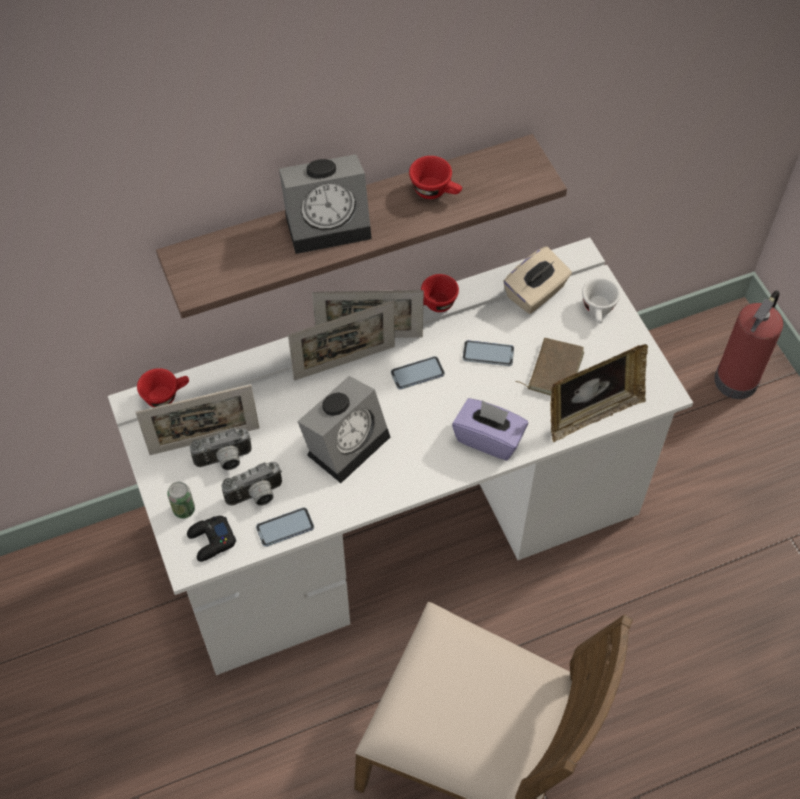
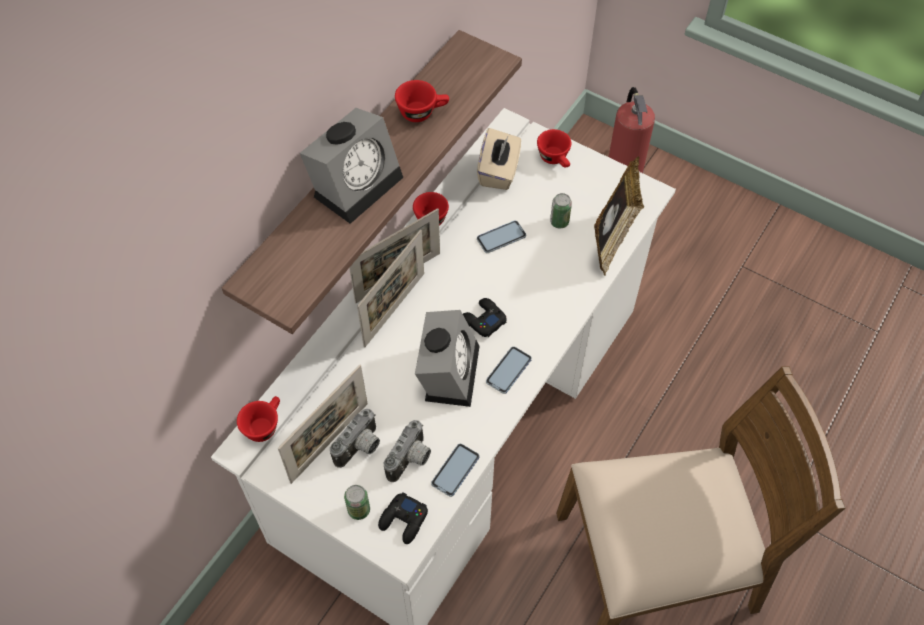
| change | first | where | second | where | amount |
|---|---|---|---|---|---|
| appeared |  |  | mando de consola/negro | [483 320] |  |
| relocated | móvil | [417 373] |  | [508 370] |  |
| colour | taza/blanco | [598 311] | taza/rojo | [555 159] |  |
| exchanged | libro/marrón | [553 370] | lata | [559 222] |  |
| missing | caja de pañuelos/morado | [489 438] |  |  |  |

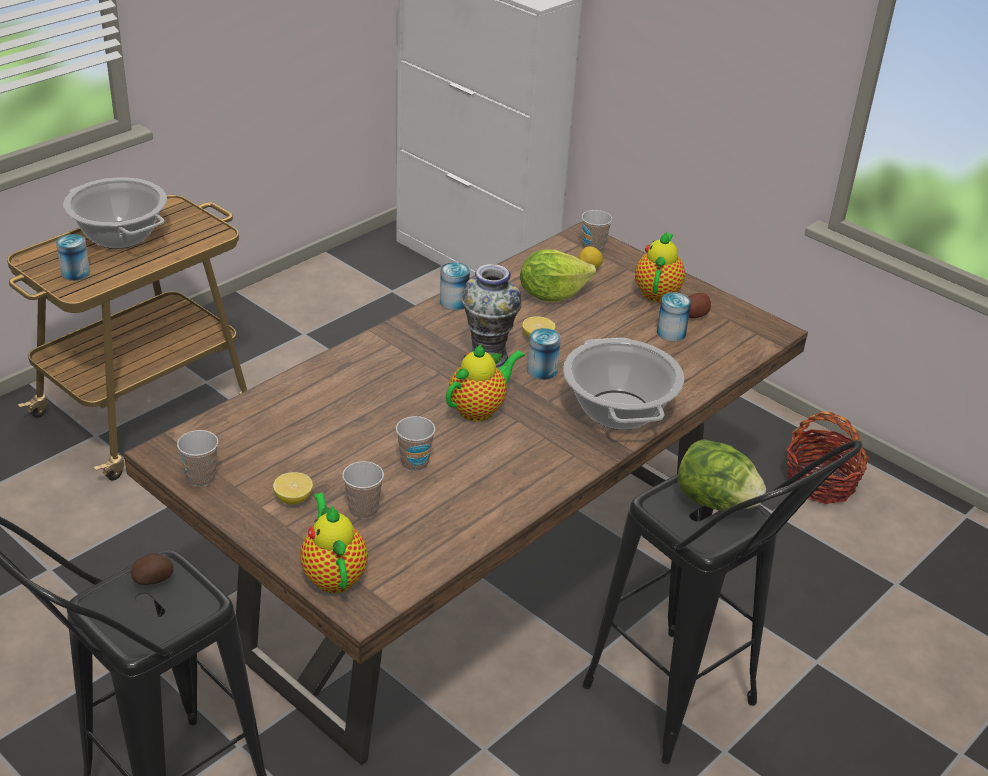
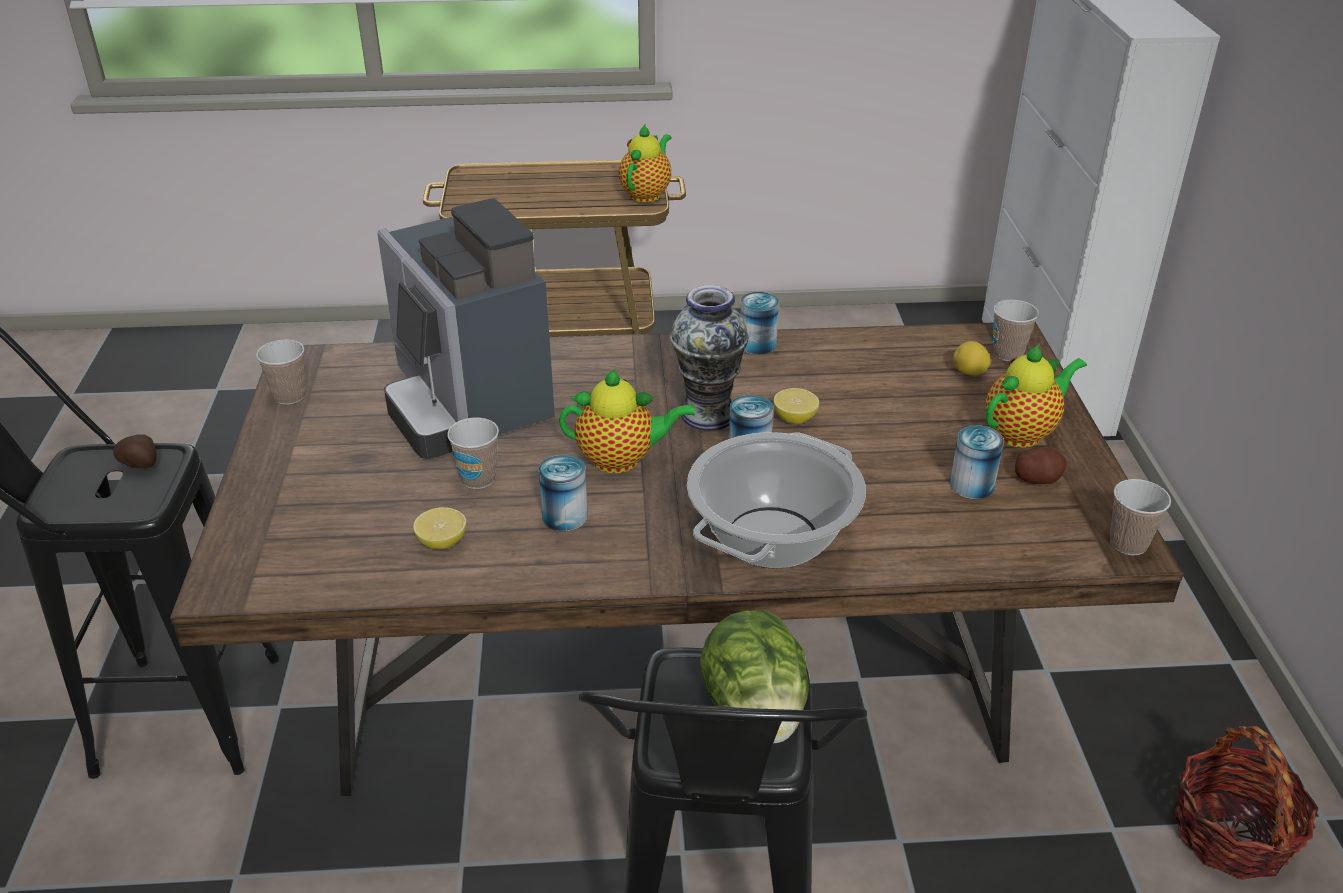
| change | first | where | second | where | amount |
|---|---|---|---|---|---|
| appeared |  |  | cafetera | [466 403] |  |
| relocated | limón | [293 499] |  | [442 542] |  |
| relocated | lata | [75 273] |  | [565 516] |  |
| relocated | tetera | [333 575] |  | [647 194] |  |
| relocated | taza | [363 510] |  | [1128 544] |  |
| missing | olla | [119 235] |  |  |  |
| missing | lechuga | [551 294] |  |  |  |

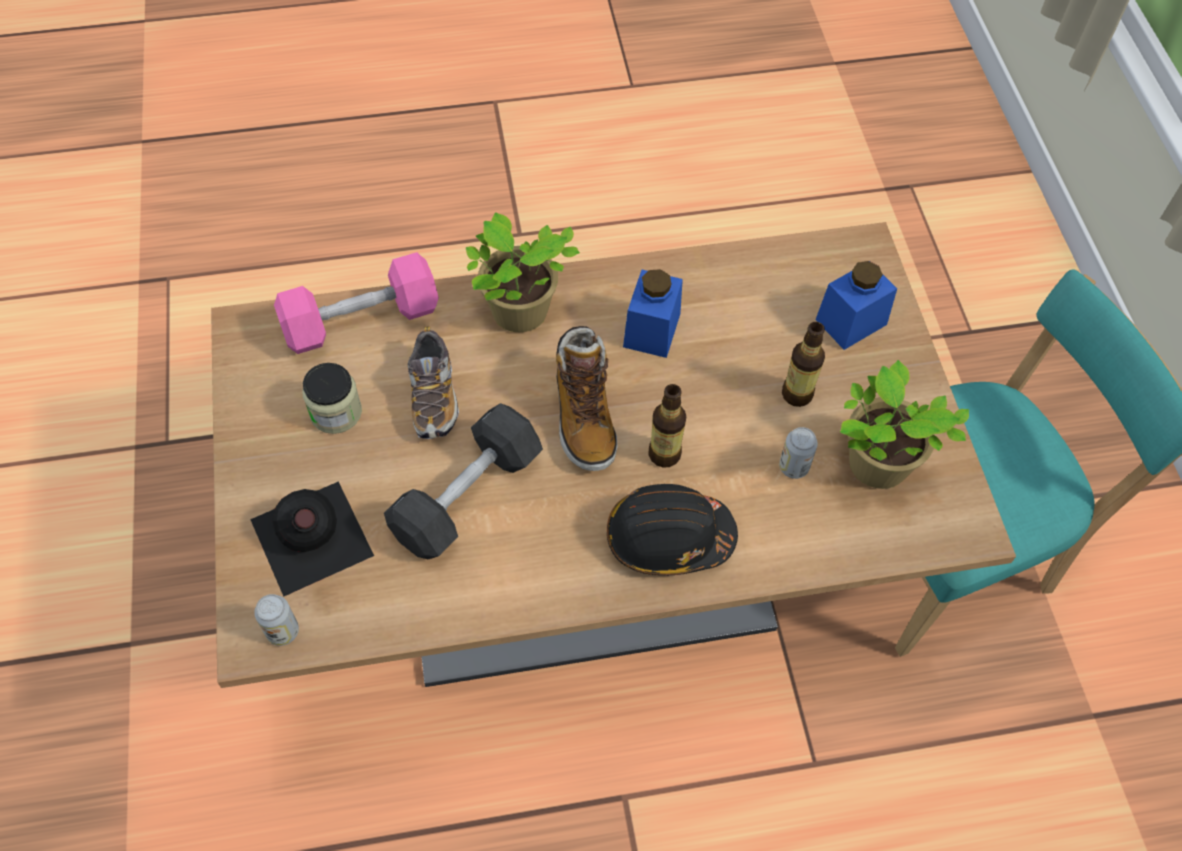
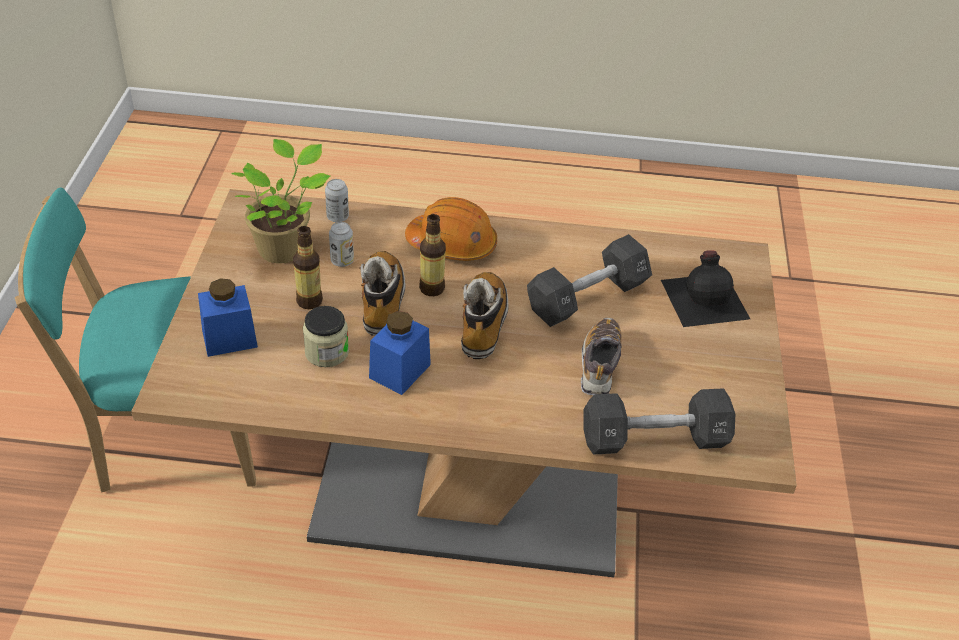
| change | first | where | second | where | amount |
|---|---|---|---|---|---|
| relocated | tarro | [336 412] |  | [326 352] |  |
| relocated | lata | [282 631] |  | [337 217] |  |
| appeared |  |  | bota | [382 302] |  |
| colour | casco/negro | [668 538] | casco/naranja | [452 244] |  |
| colour | mancuerna/rosa | [361 320] | mancuerna/negro | [654 439] |  |
| missing | planta en maceta | [519 315] |  |  |  |

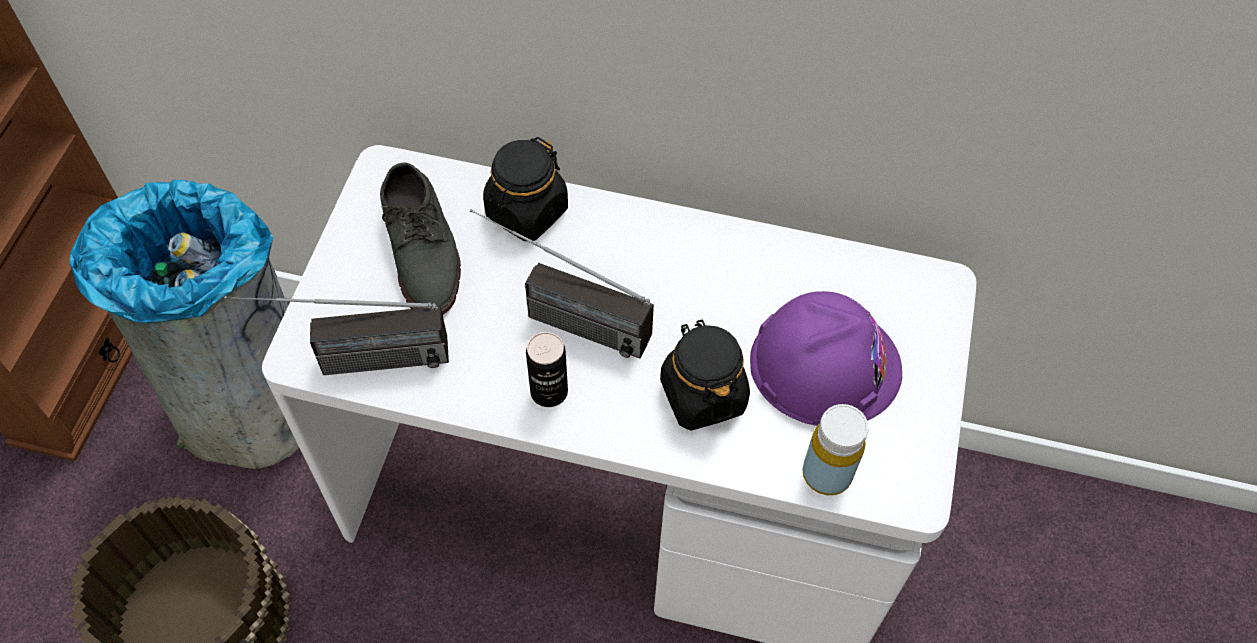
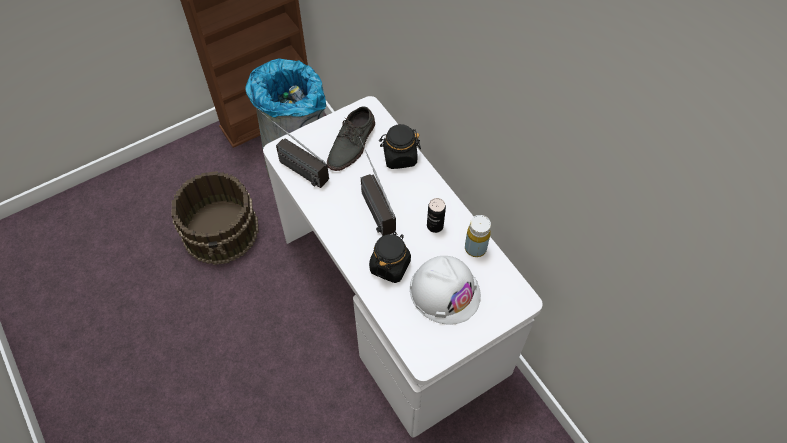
| change | first | where | second | where | amount |
|---|---|---|---|---|---|
| colour | casco/morado | [825 364] | casco/blanco | [445 291] |  |
| relocated | lata | [549 391] |  | [435 226] |  |
| relocated | botella/amarillo | [827 474] |  | [475 248] |  |

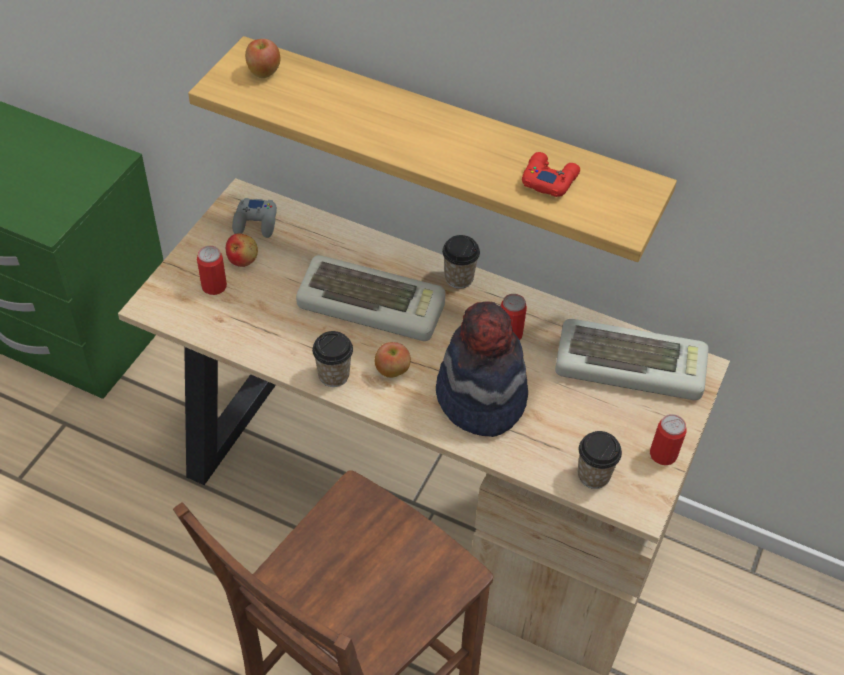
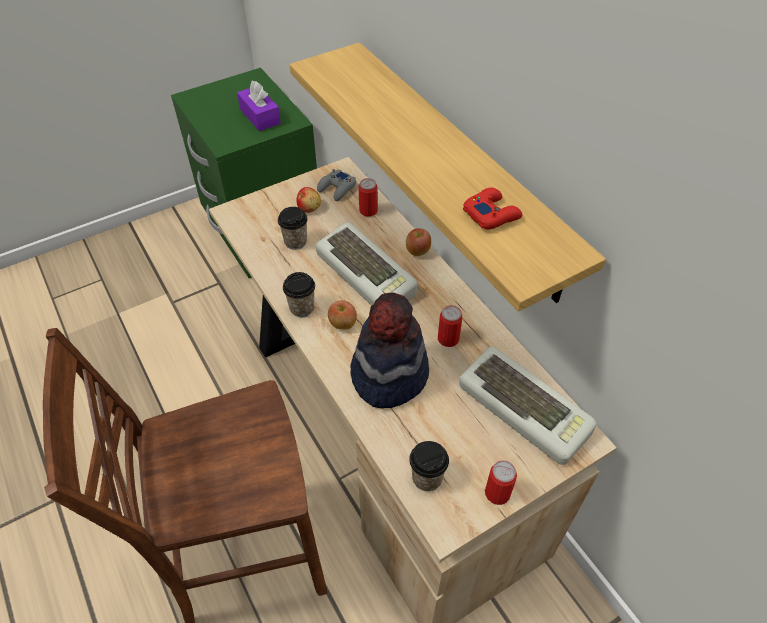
| change | first | where | second | where | amount |
|---|---|---|---|---|---|
| appeared |  |  | caja de pañuelos/morado | [260 116] |  |
| relocated | taza | [459 278] |  | [295 242] |  |
| relocated | lata | [214 286] |  | [368 211] |  |
| relocated | manzana | [263 72] |  | [417 251] |  |

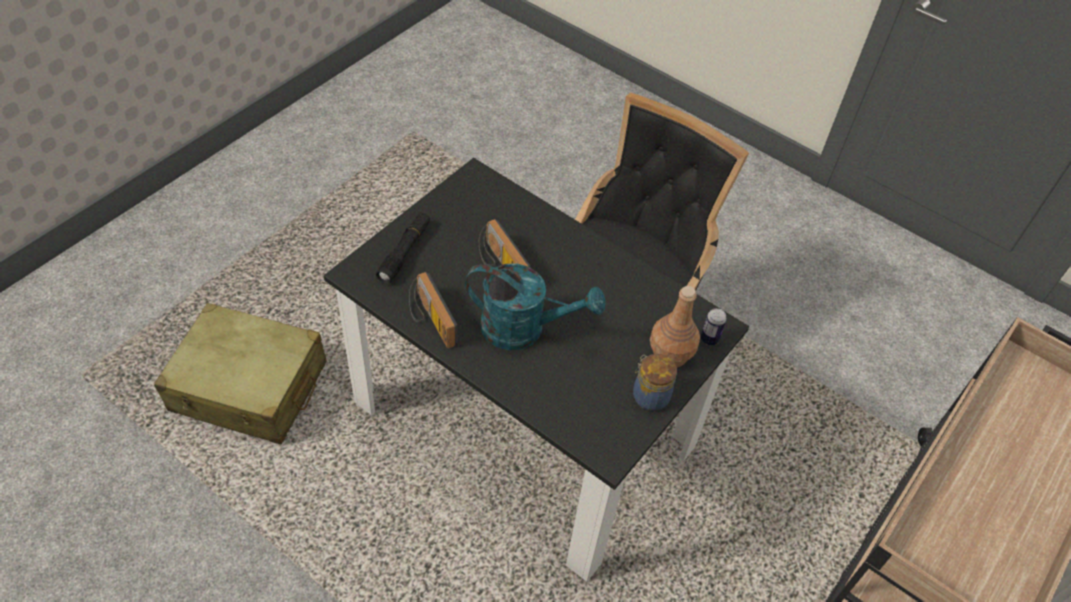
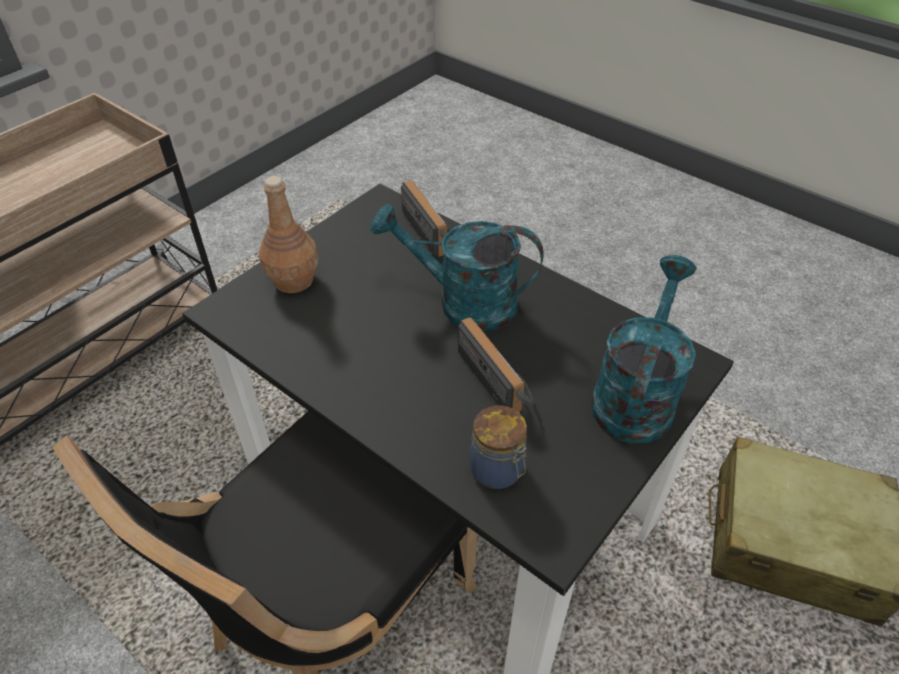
| change | first | where | second | where | amount |
|---|---|---|---|---|---|
| relocated | radio | [429 320] |  | [432 232] |  |
| relocated | tarro | [649 395] |  | [498 471] |  |
| exchanged | linterna/negro | [405 252] | regadera/turquesa | [635 394] |  |
| missing | lata | [709 339] |  |  |  |

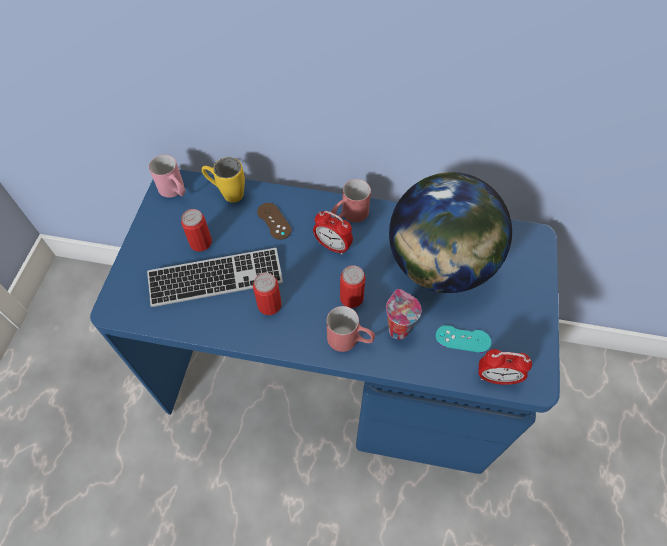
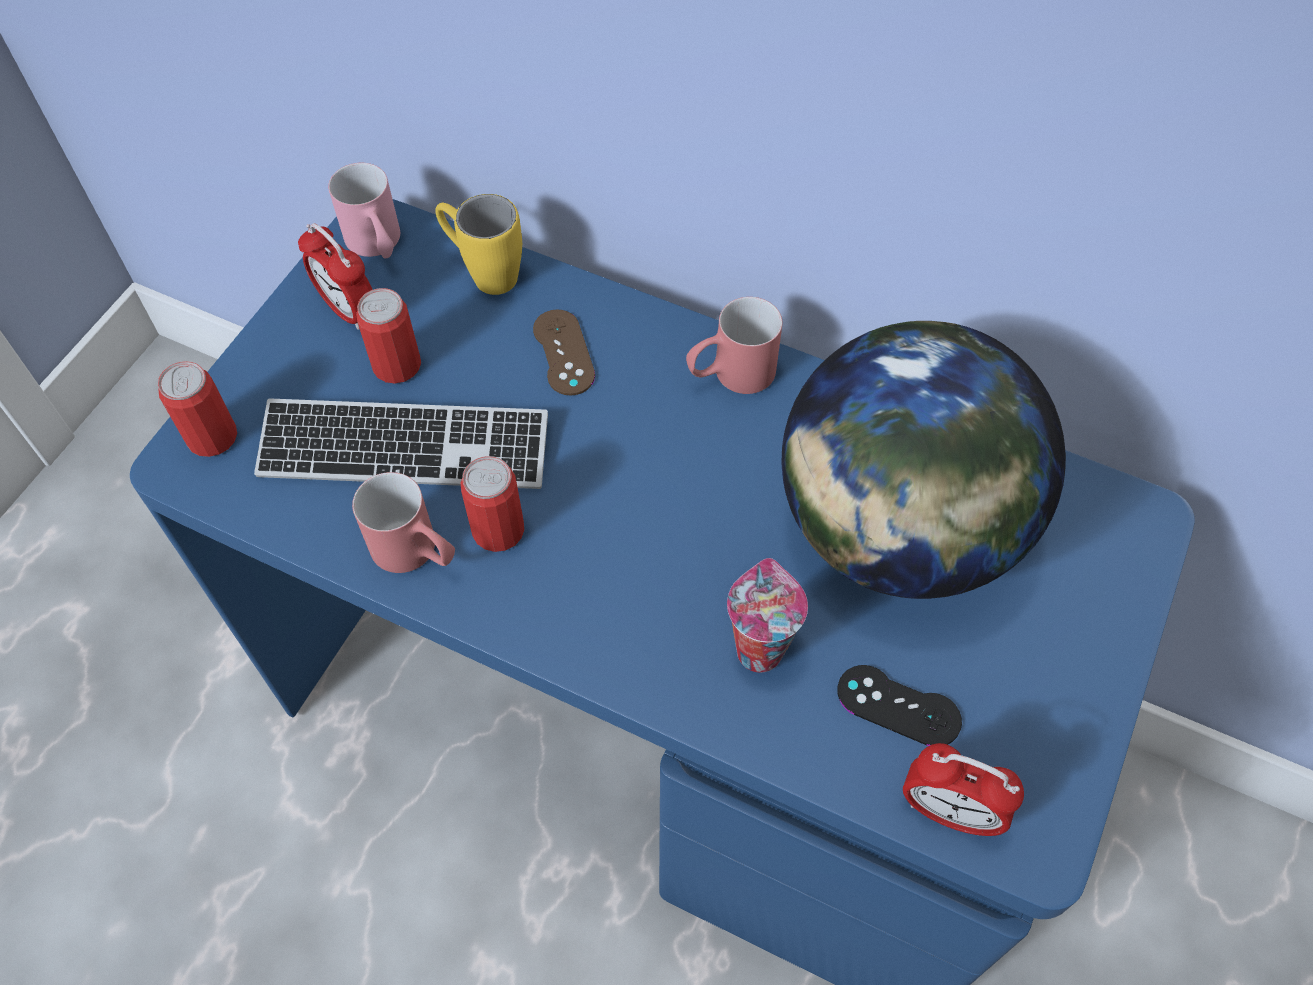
| change | first | where | second | where | amount |
|---|---|---|---|---|---|
| relocated | lata | [351 298] |  | [212 437] |  |
| relocated | despertador | [333 246] |  | [348 310] |  |
| relocated | taza grande/rojo | [350 340] |  | [416 553] |  |
| colour | mando de consola/turquesa | [463 339] | mando de consola/negro | [898 706] |  |

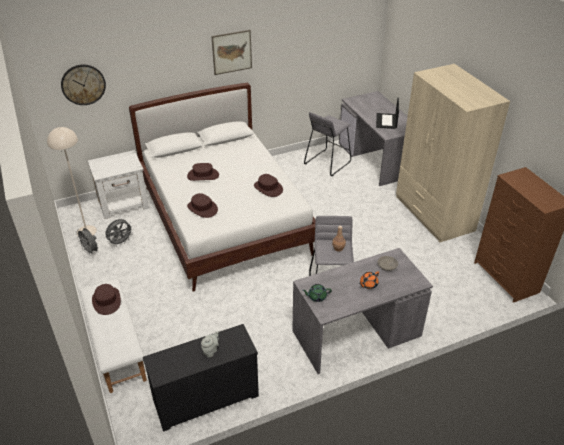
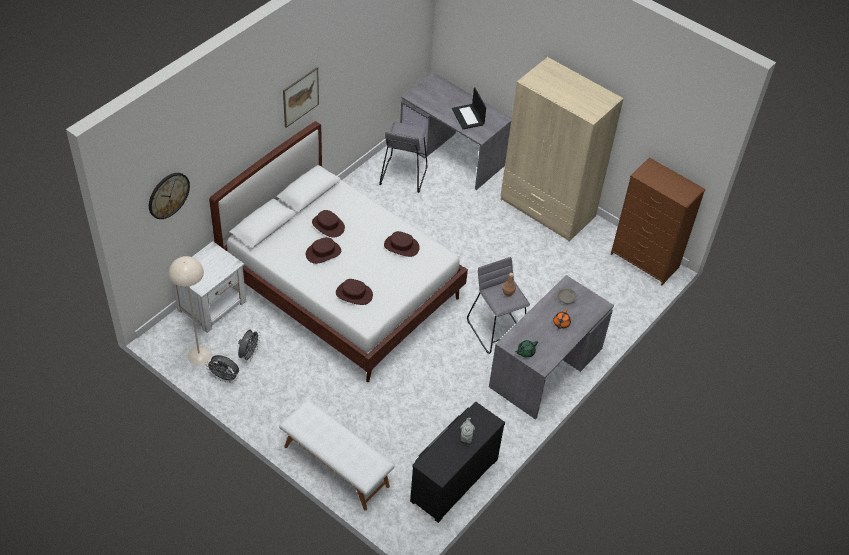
| change | first | where | second | where | amount |
|---|---|---|---|---|---|
| relocated | sombrero/marrón | [106 301] |  | [328 225] |  |

